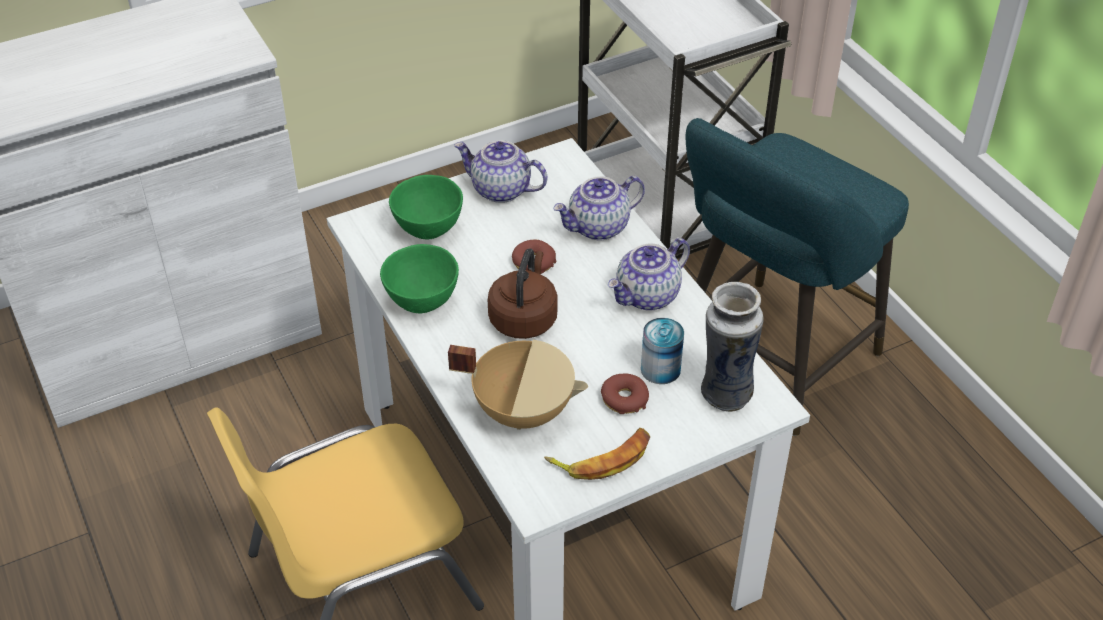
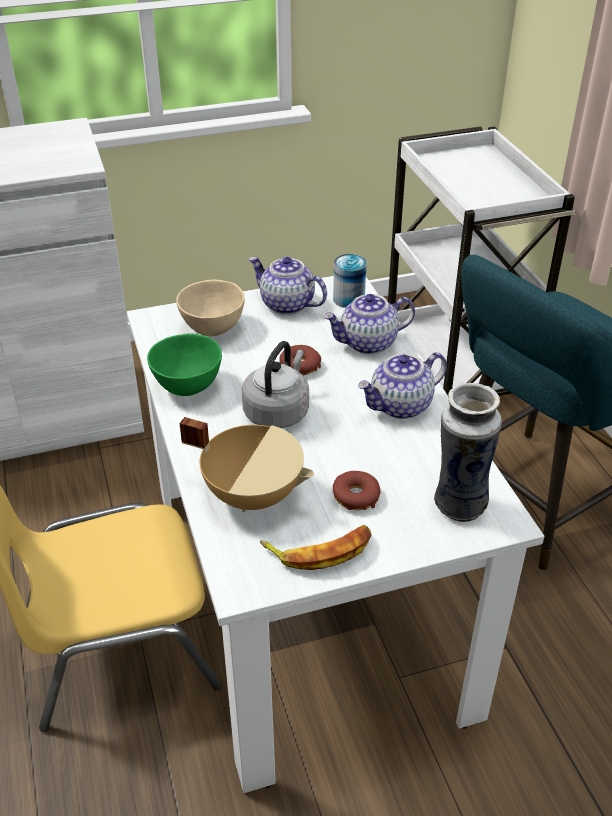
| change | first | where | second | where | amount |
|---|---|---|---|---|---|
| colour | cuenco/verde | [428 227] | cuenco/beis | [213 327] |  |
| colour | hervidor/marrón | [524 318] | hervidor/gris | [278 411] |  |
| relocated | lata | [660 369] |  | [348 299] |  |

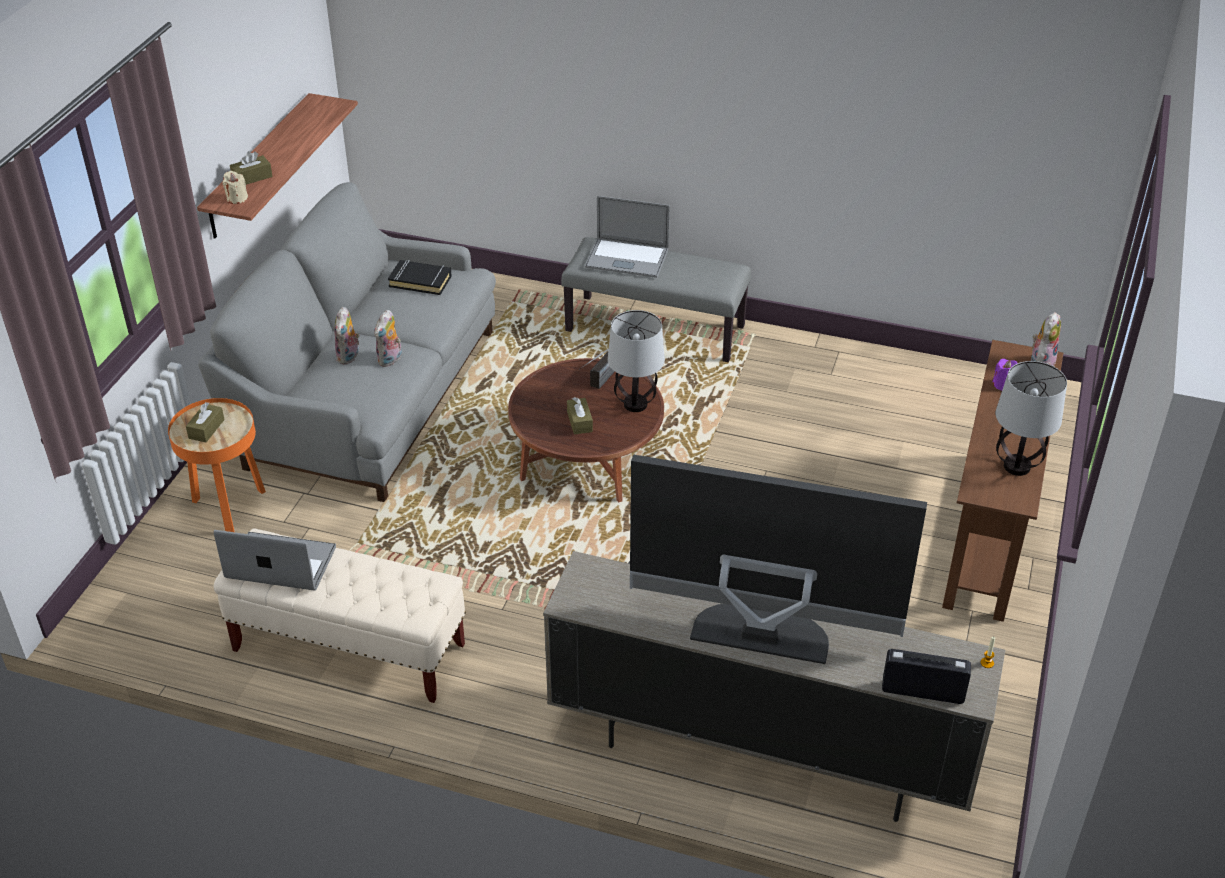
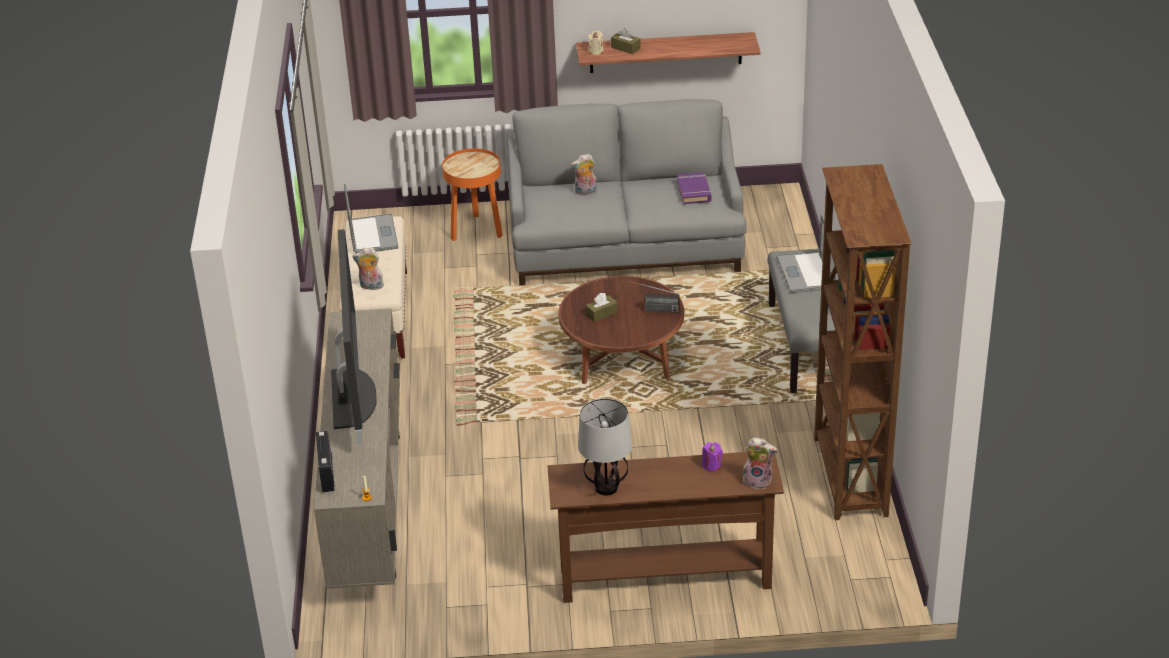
| change | first | where | second | where | amount |
|---|---|---|---|---|---|
| relocated | peluche | [390 360] |  | [370 287] |  |
| colour | libro/negro | [420 281] | libro/morado | [694 191] |  |
| appeared |  |  | estantería/marrón | [849 477] |  |
| missing | caja de pañuelos/marrón | [206 429] |  |  |  |
| missing | lámpara de mesa | [635 405] |  |  |  |

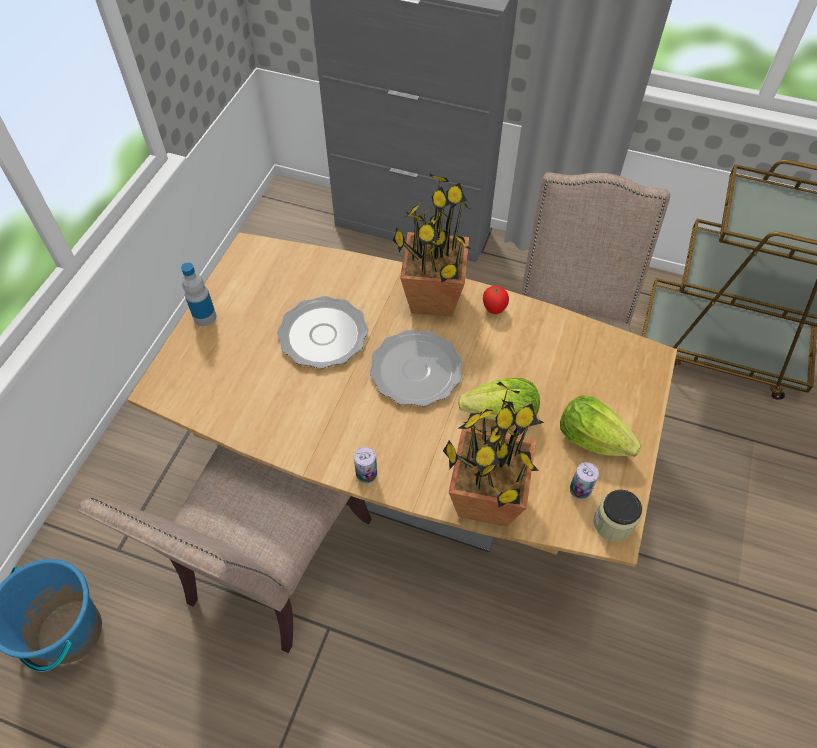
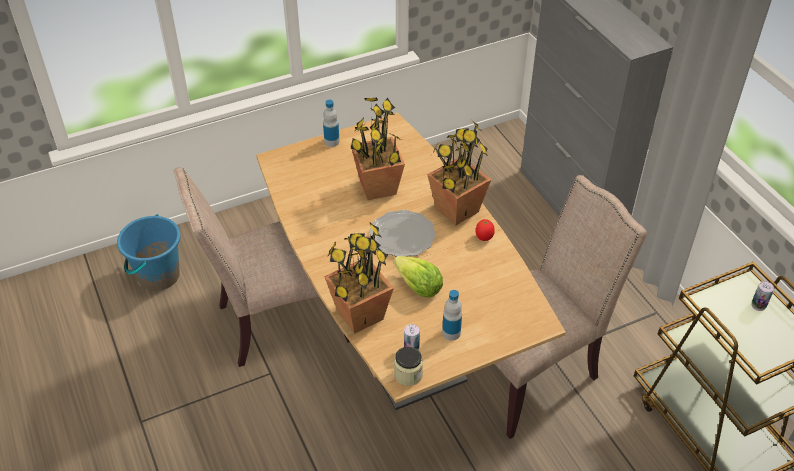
| change | first | where | second | where | amount |
|---|---|---|---|---|---|
| exchanged | plato | [323 334] | planta en maceta | [378 188] |  |
| exchanged | lechuga | [592 438] | botella | [451 333] |  |
| relocated | lata | [366 475] |  | [758 305] |  |

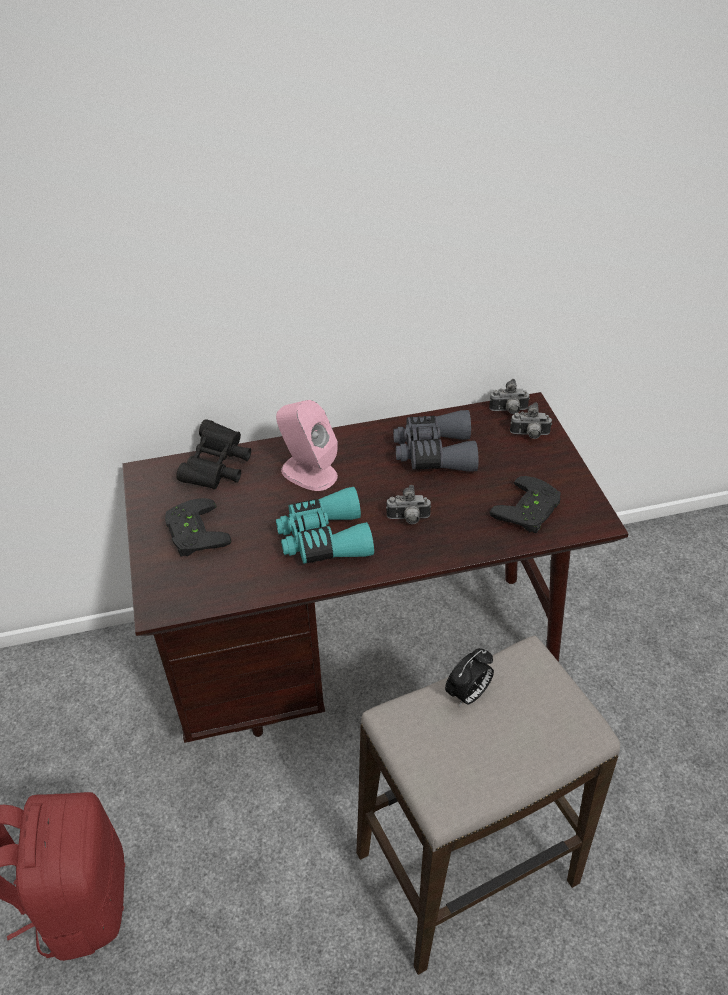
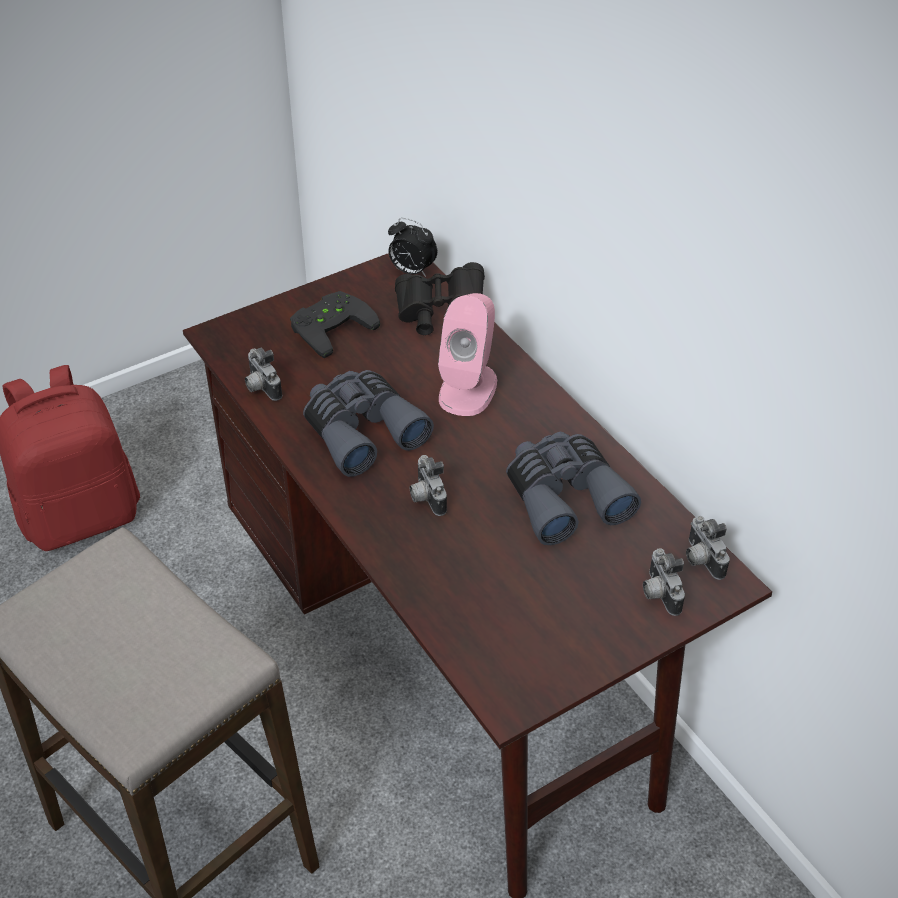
| change | first | where | second | where | amount |
|---|---|---|---|---|---|
| appeared |  |  | cámara | [261 388] |  |
| colour | prismáticos/turquesa | [324 539] | prismáticos/gris | [361 430] |  |
| relocated | despertador | [468 694] |  | [411 271] |  |
| missing | mando de consola/negro | [530 511] |  |  |  |

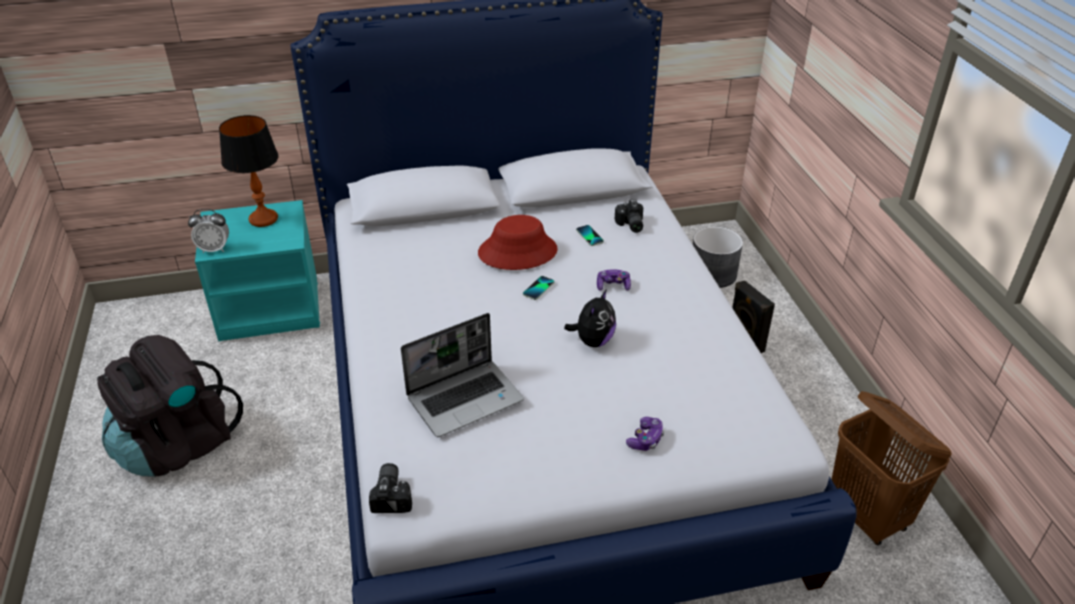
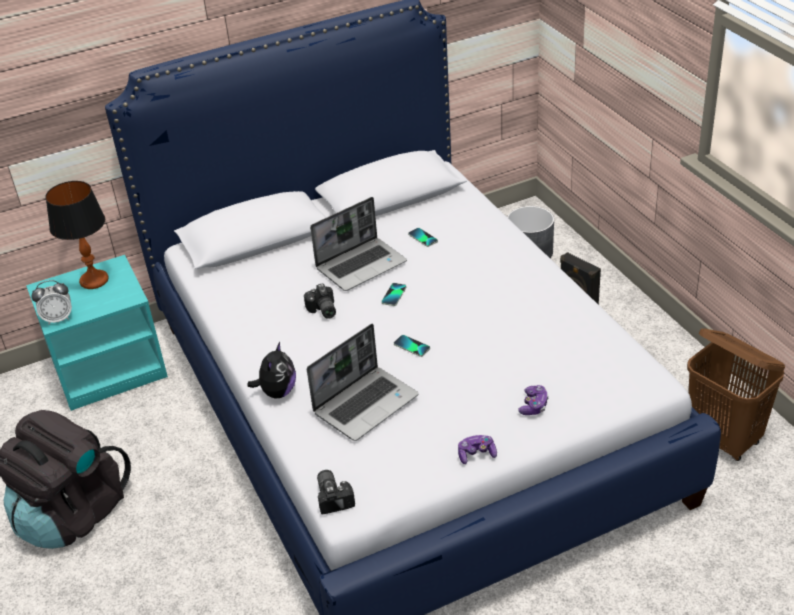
| change | first | where | second | where | amount |
|---|---|---|---|---|---|
| relocated | peluche | [593 341] |  | [277 392] |  |
| relocated | cámara | [629 225] |  | [322 310] |  |
| exchanged | sombrero/rojo | [517 252] | portátil | [361 265] |  |
| appeared |  |  | móvil | [411 346] |  |
| relocated | mando de consola | [613 286] |  | [476 454] |  |

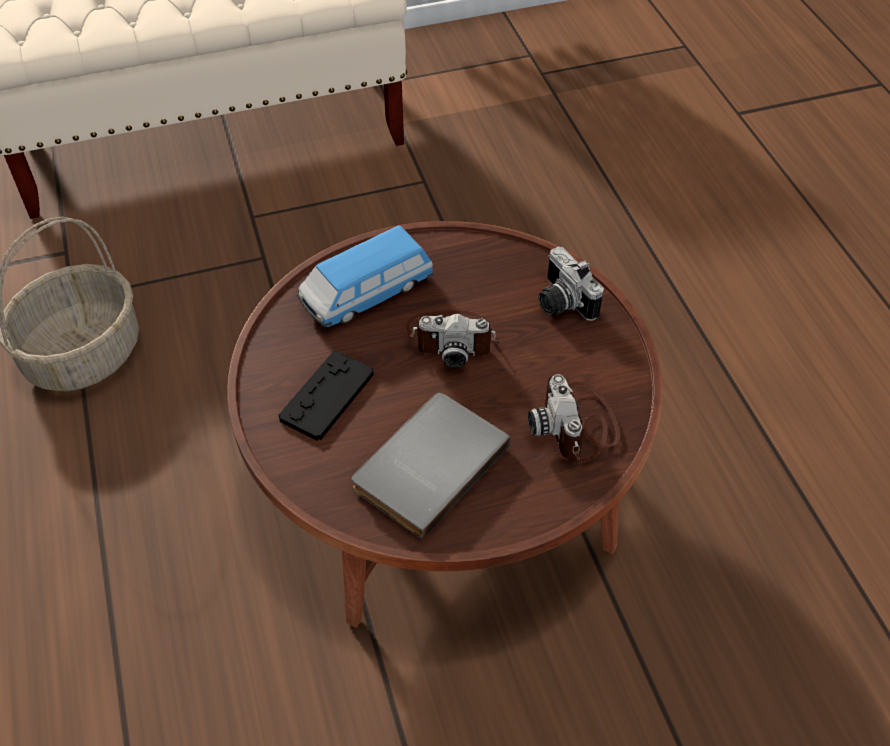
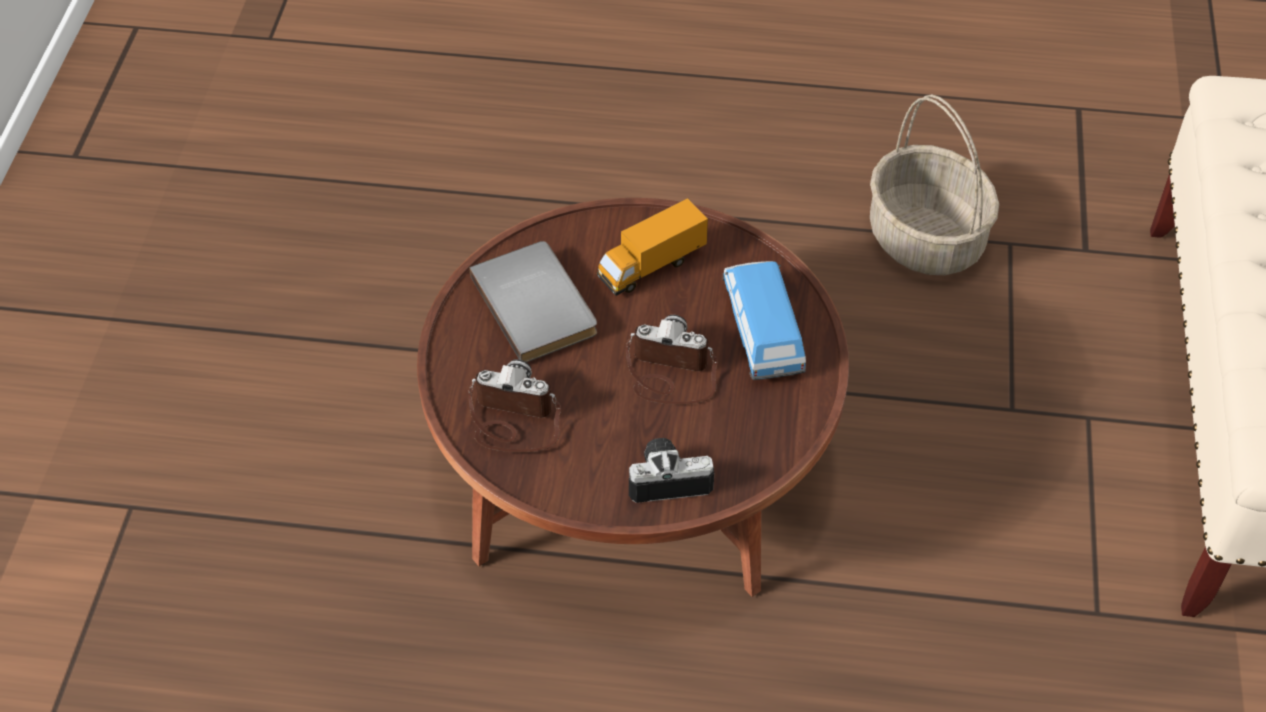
| change | first | where | second | where | amount |
|---|---|---|---|---|---|
| exchanged | mando de consola/negro | [327 396] | camión de juguete | [651 266] |  |
| spun | cámara | [452 338] |  | [669 374] | 75 degrees clockwise |

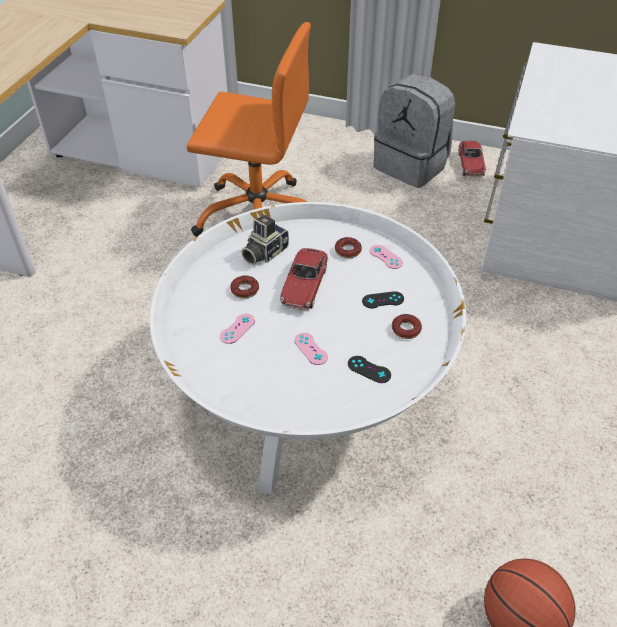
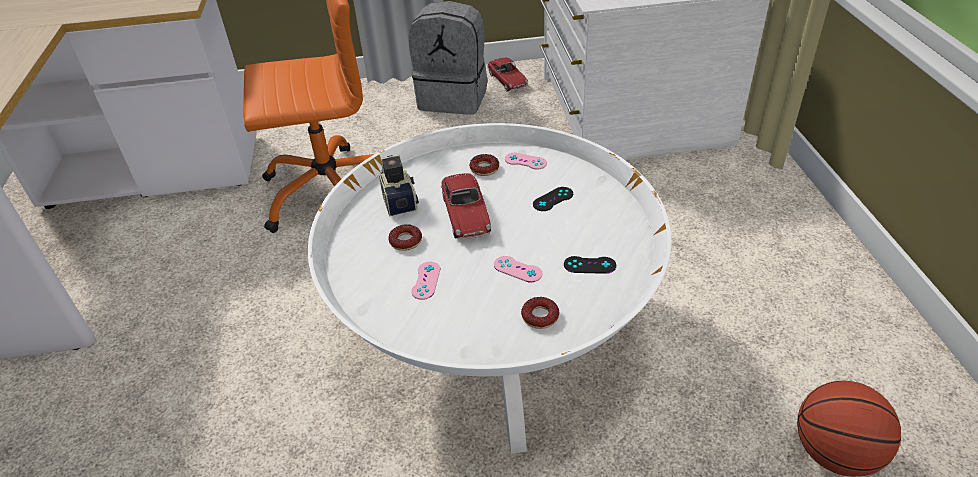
| change | first | where | second | where | amount |
|---|---|---|---|---|---|
| spun | cámara | [264 252] |  | [399 199] | 150 degrees clockwise |
| relocated | rosquilla | [406 329] |  | [540 316] |  |

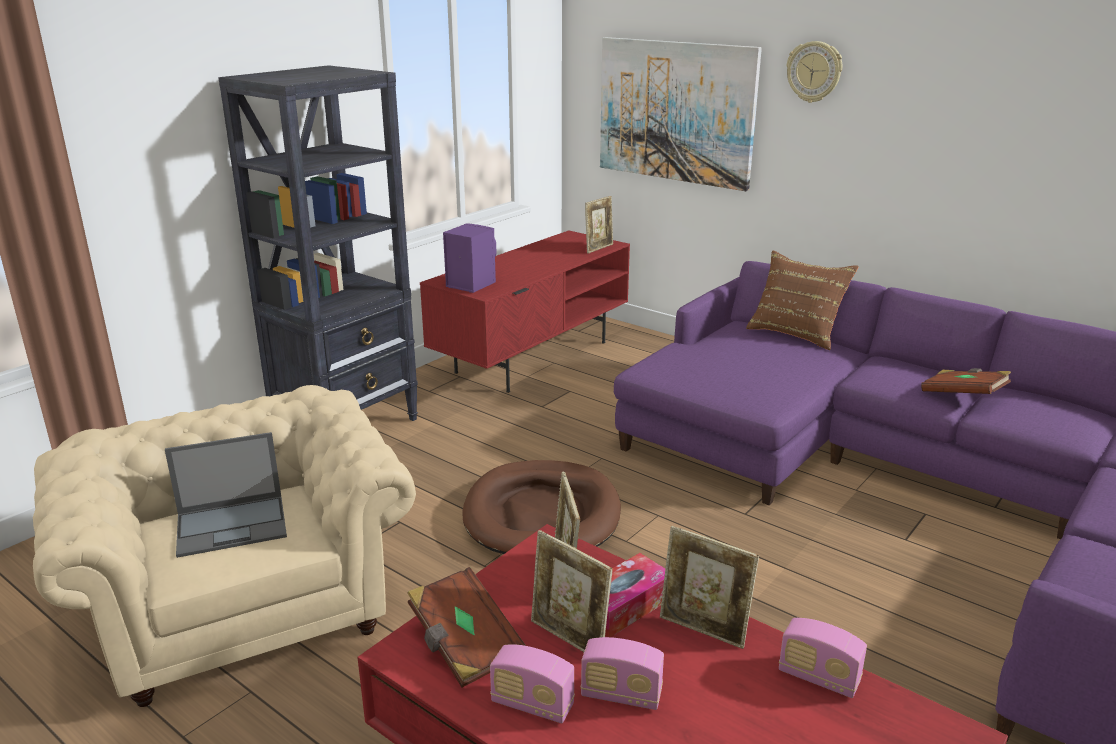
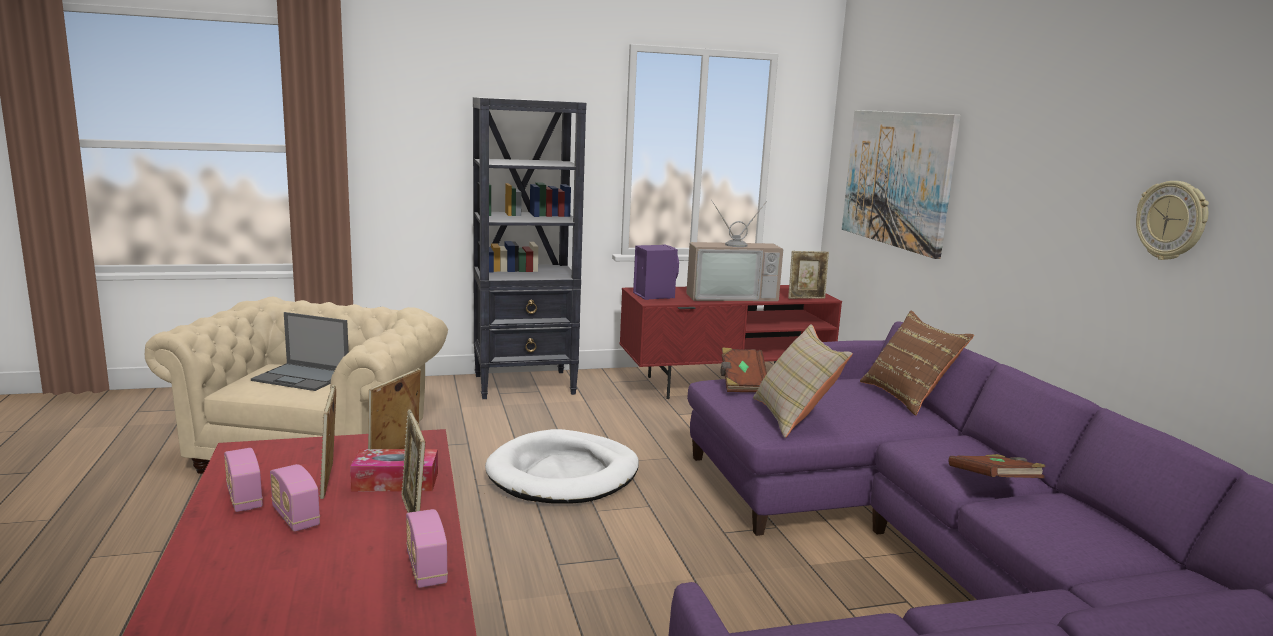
| change | first | where | second | where | amount |
|---|---|---|---|---|---|
| colour | cama para perro/marrón | [542 515] | cama para perro/blanco | [563 474] |  |
| appeared |  |  | televisor | [731 296] |  |
| relocated | libro/marrón | [465 644] |  | [742 383] |  |
| appeared |  |  | cojín/beis | [794 417] |  |
| relocated | reloj de pared | [814 72] |  | [1172 220] |  |

